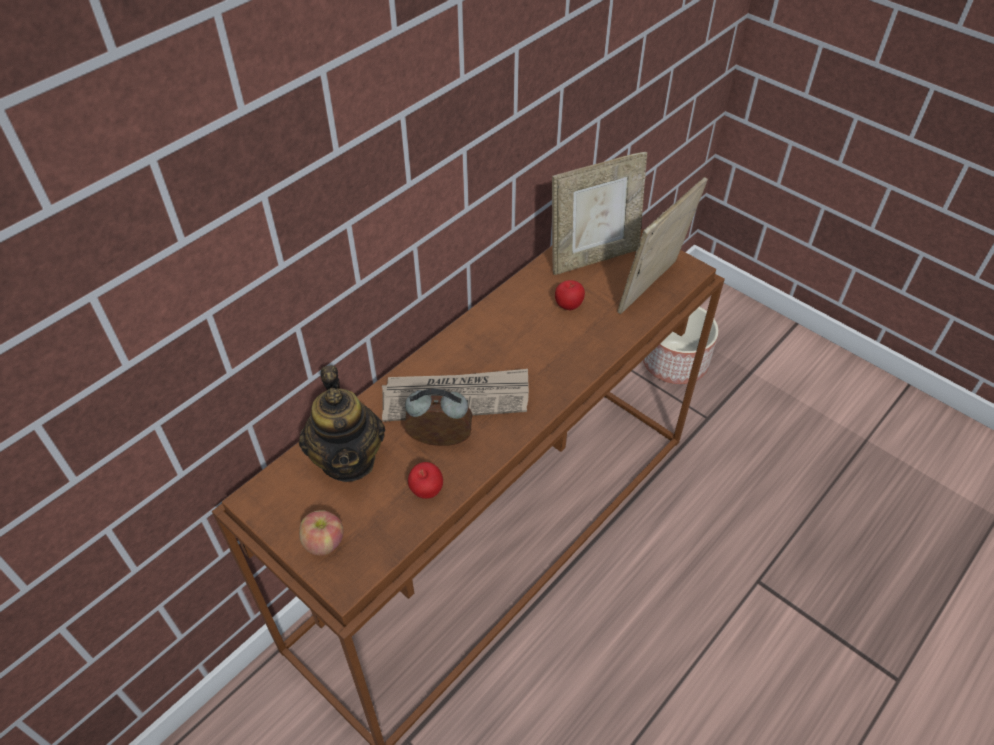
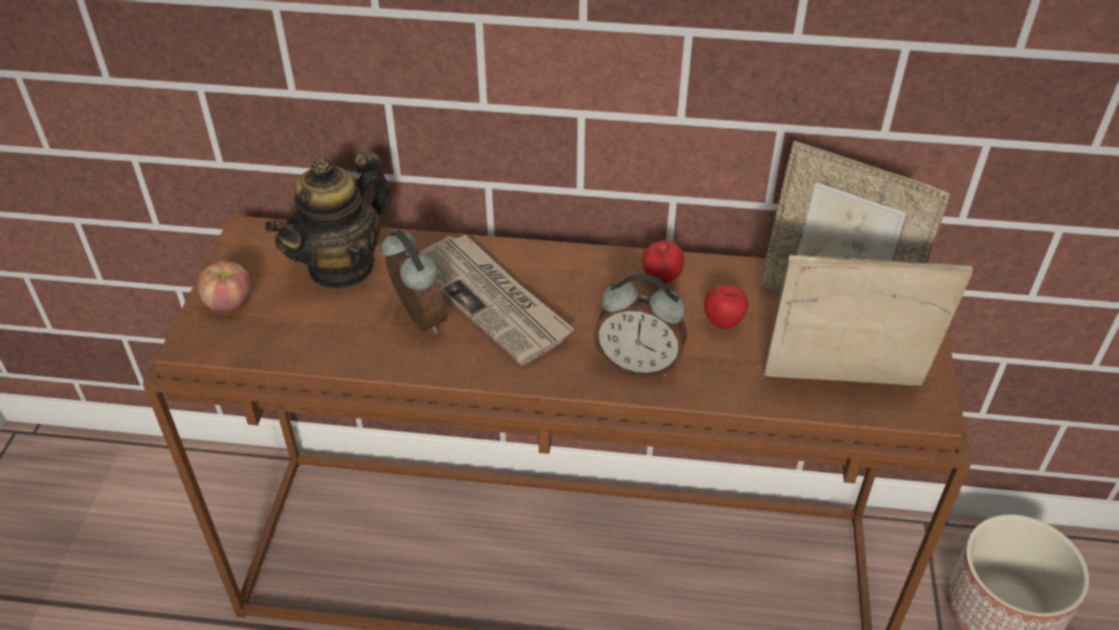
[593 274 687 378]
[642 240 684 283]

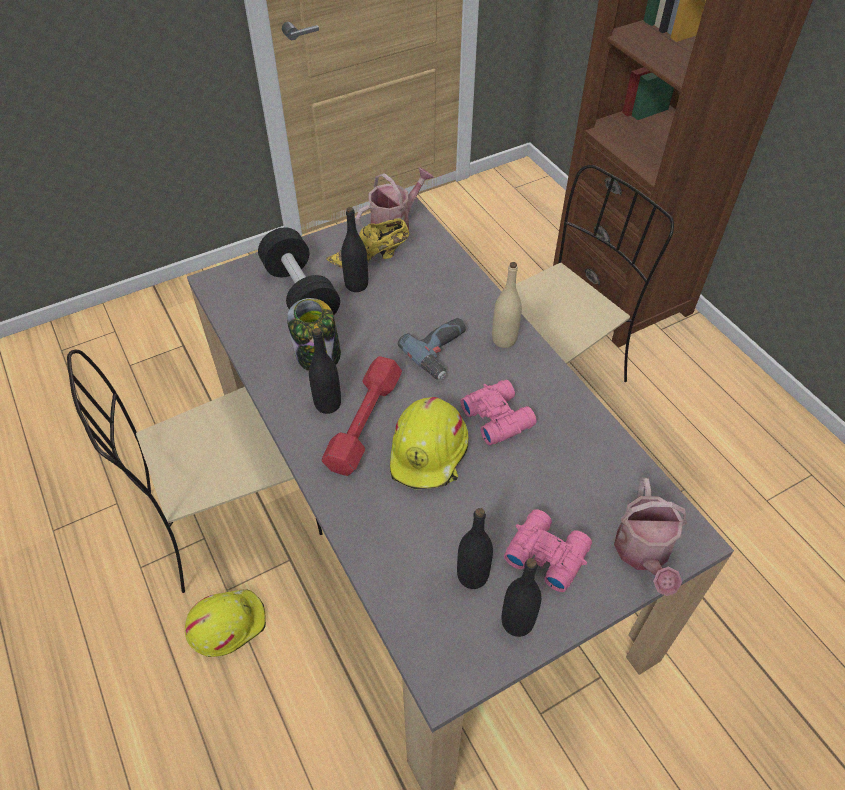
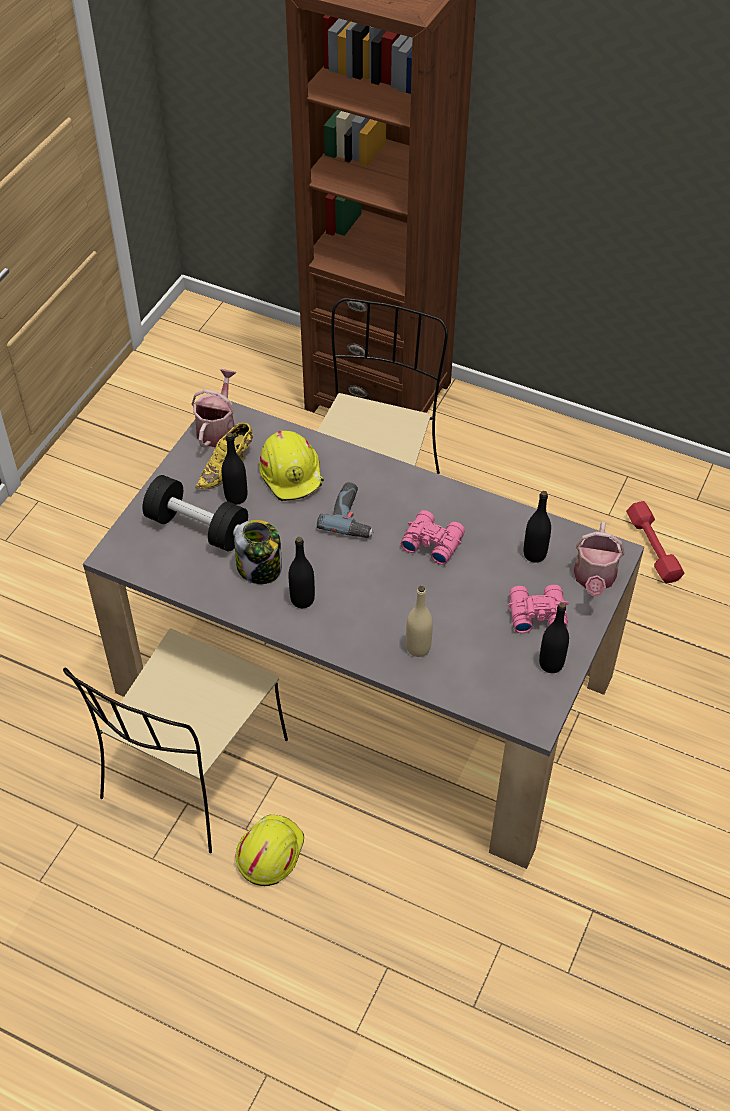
[626 501 685 584]
[259 431 324 501]
[524 491 551 563]
[406 586 433 657]
[573 522 625 597]

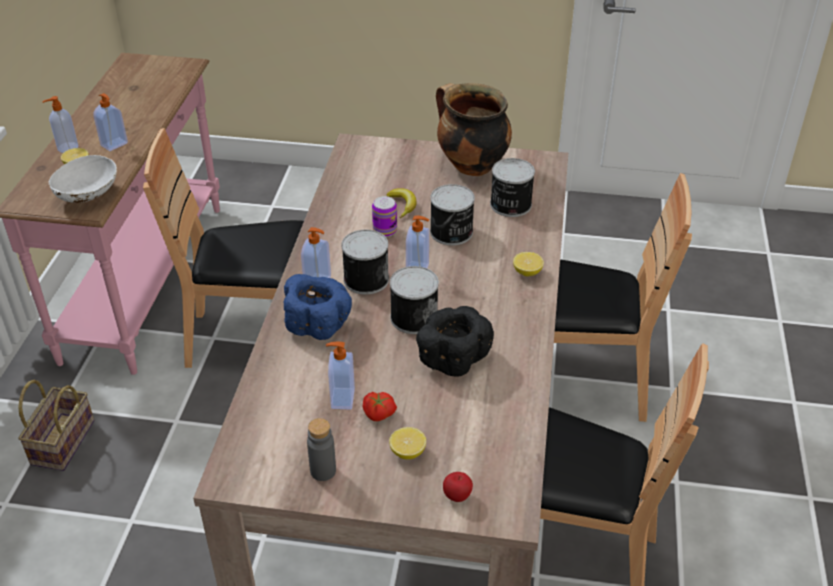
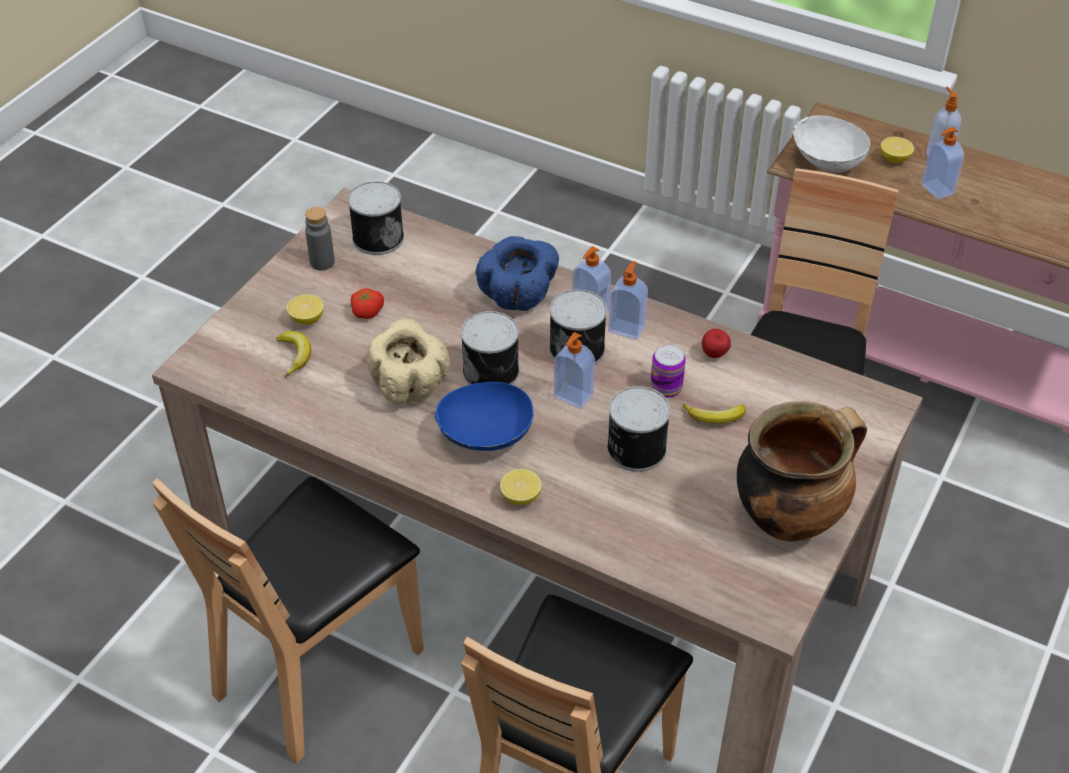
[18 379 94 471] (first image)
[276 331 311 377]
[435 382 534 451]
[608 261 648 340]
[702 329 731 358]
[348 181 404 255]
[367 319 450 405]

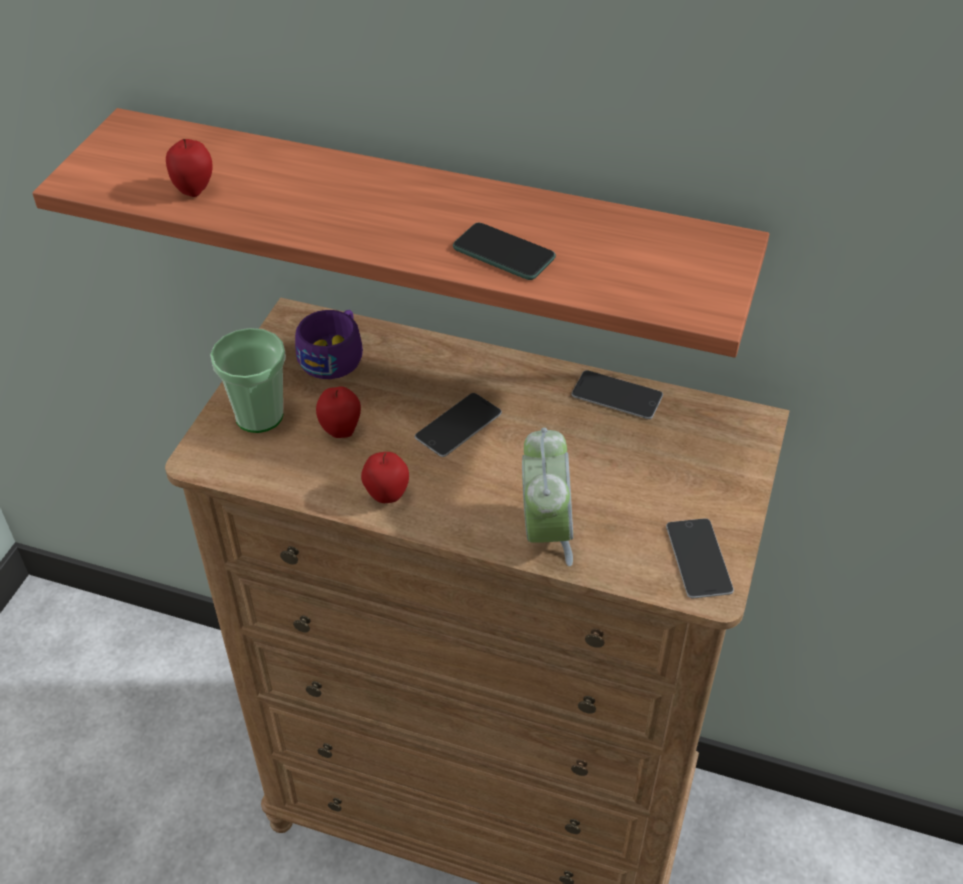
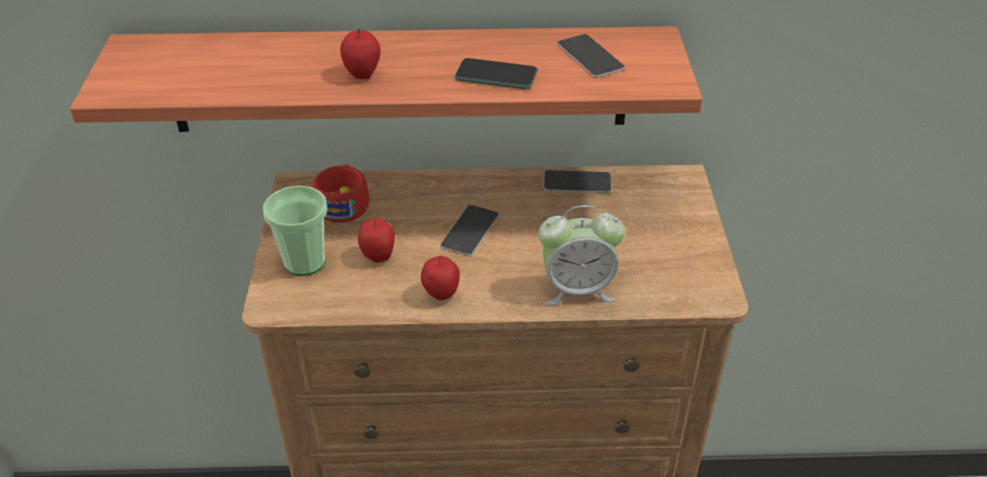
[340 29 381 79]
[557 34 625 78]
[313 165 370 223]
[538 205 625 305]

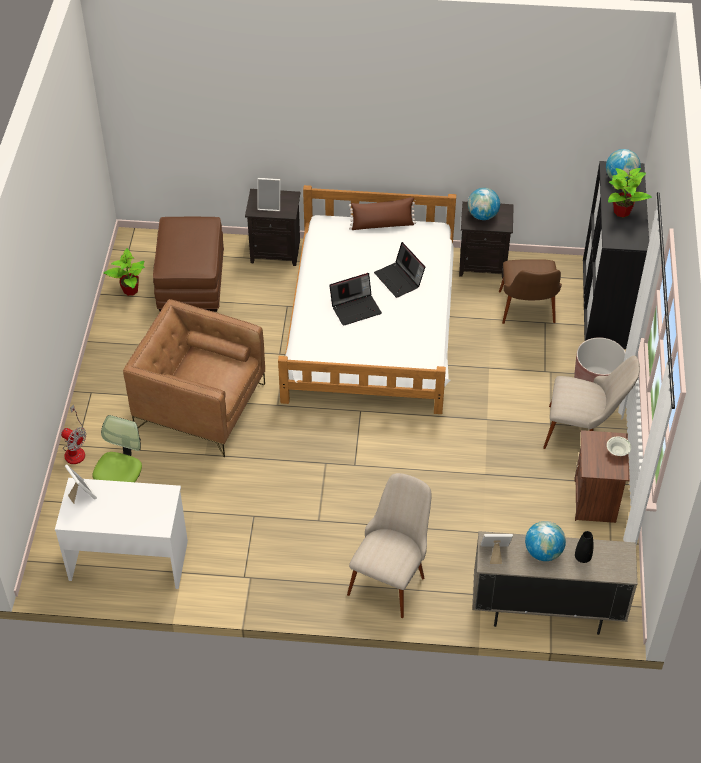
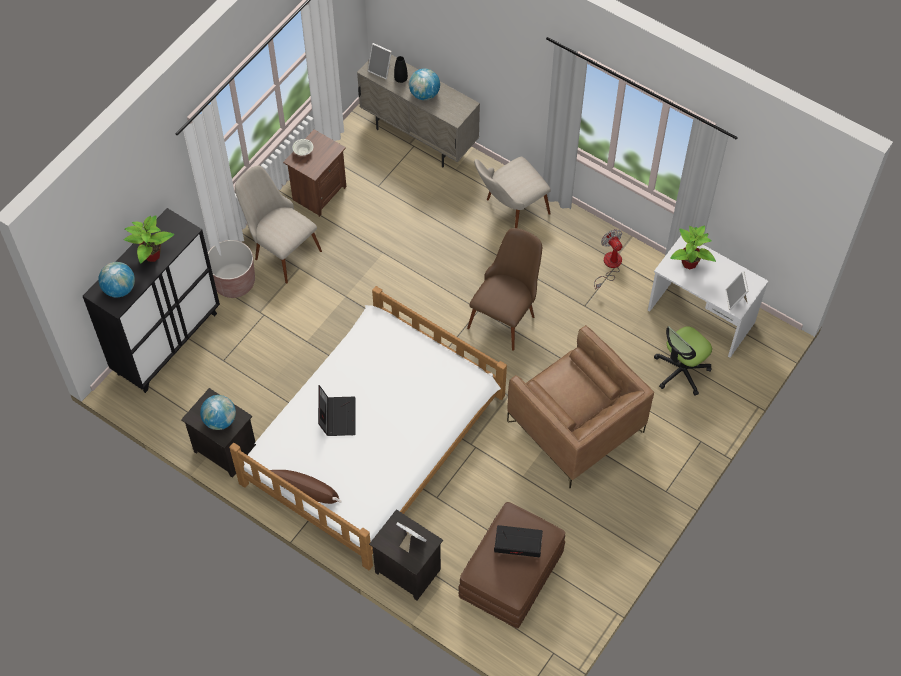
[594 229 623 289]
[670 225 716 269]
[494 525 543 557]
[368 43 392 80]
[467 228 542 351]

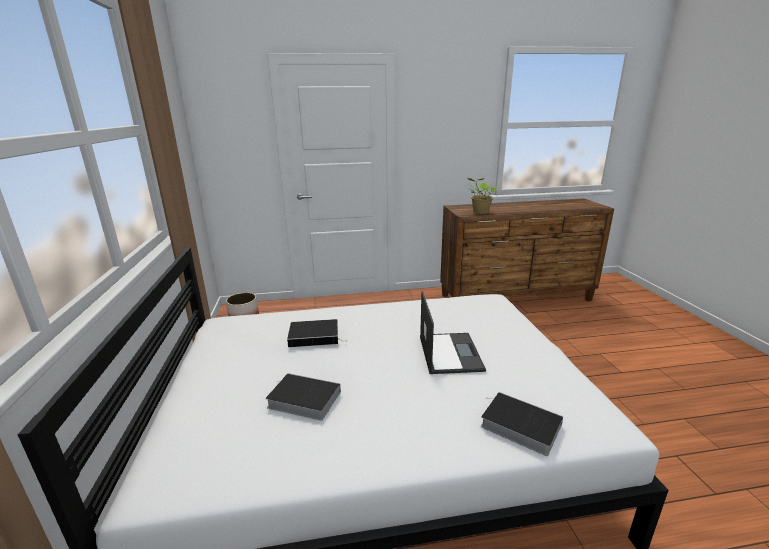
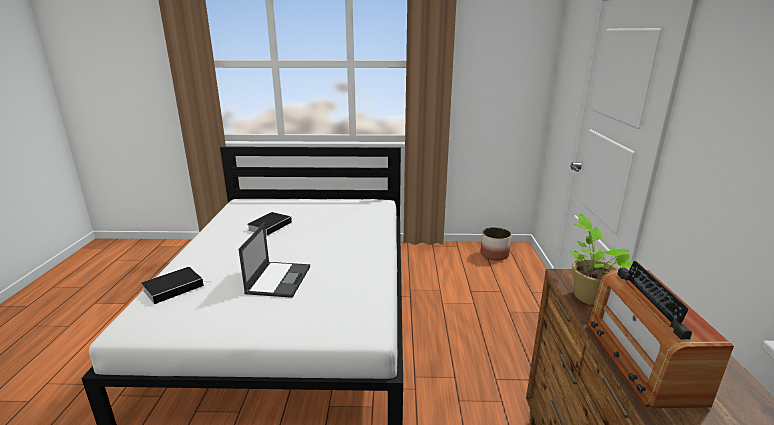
[287 319 346 347] (first image)
[587 261 734 408]
[239 223 310 298]

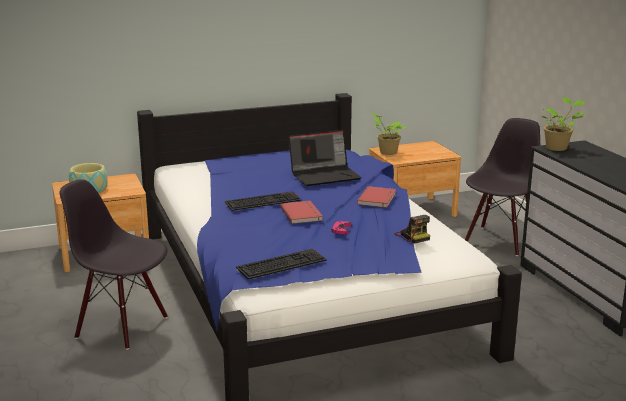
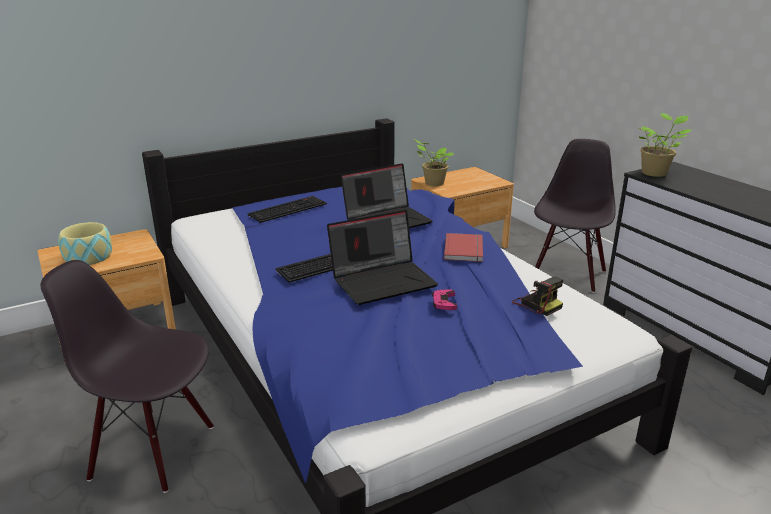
[247 196 327 223]
[327 210 438 305]

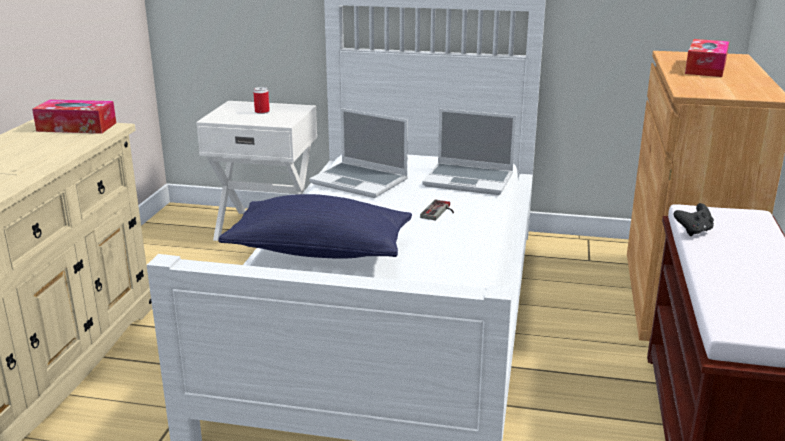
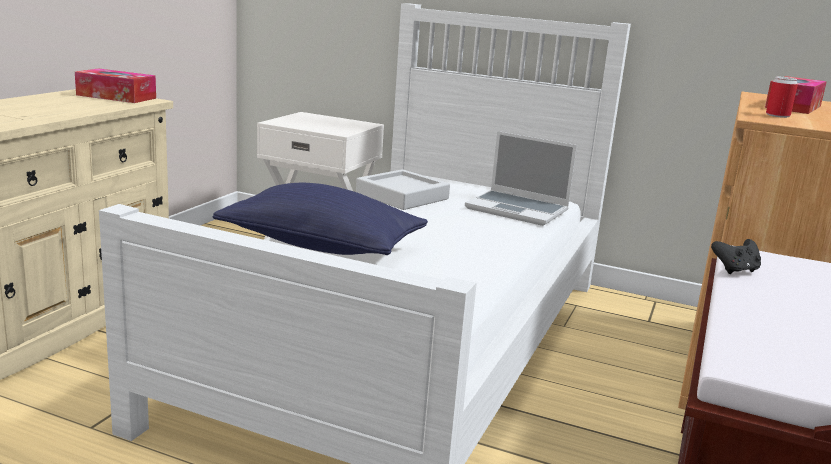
[420 199 454 220] (first image)
[766 77 798 118]
[356 169 450 210]

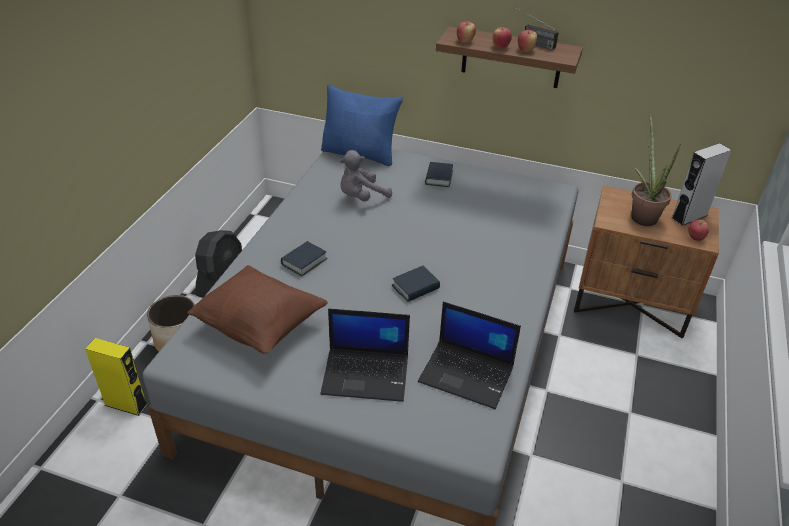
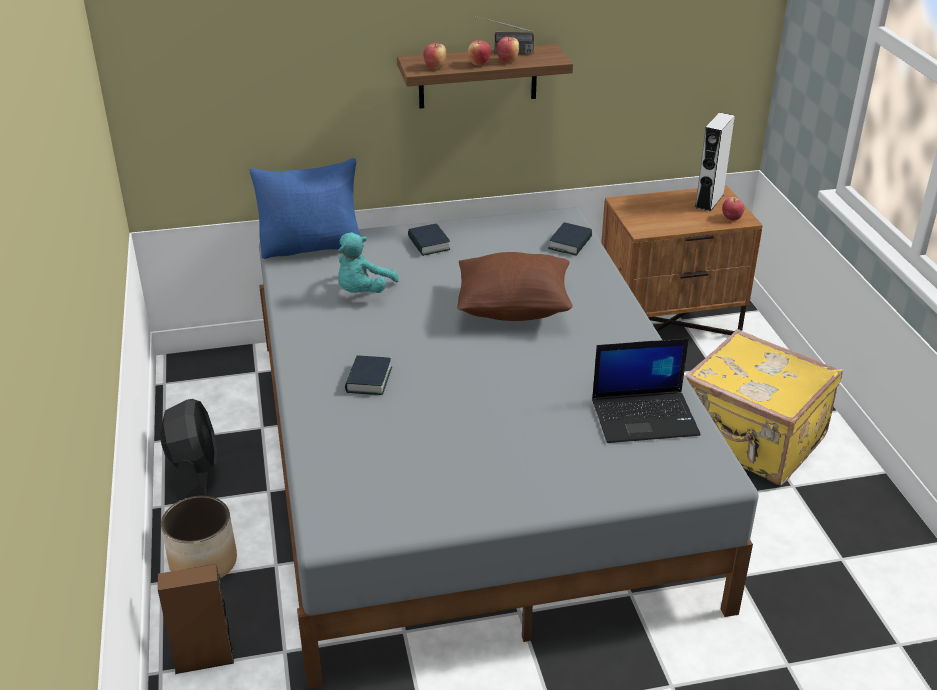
[321 309 410 402] (first image)
[631 112 681 226] (first image)
[685 329 842 485]
[457 252 573 321]
[548 222 592 256]
[158 564 234 674]
[338 232 399 293]

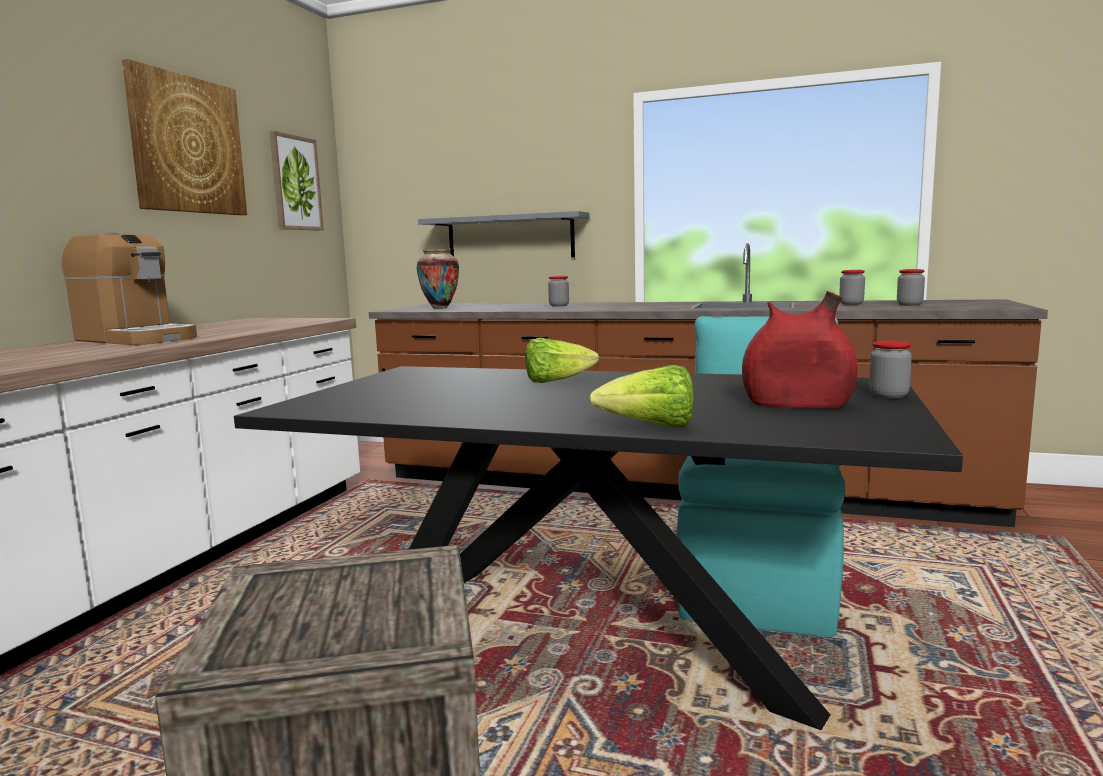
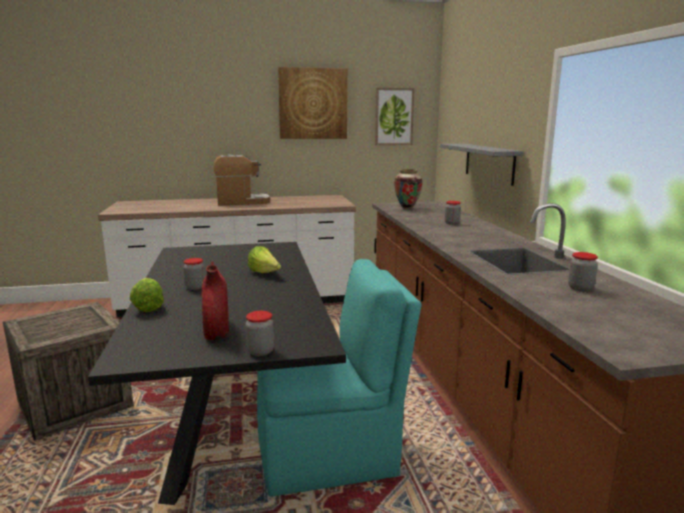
[183 258 205 290]
[214 154 270 206]

